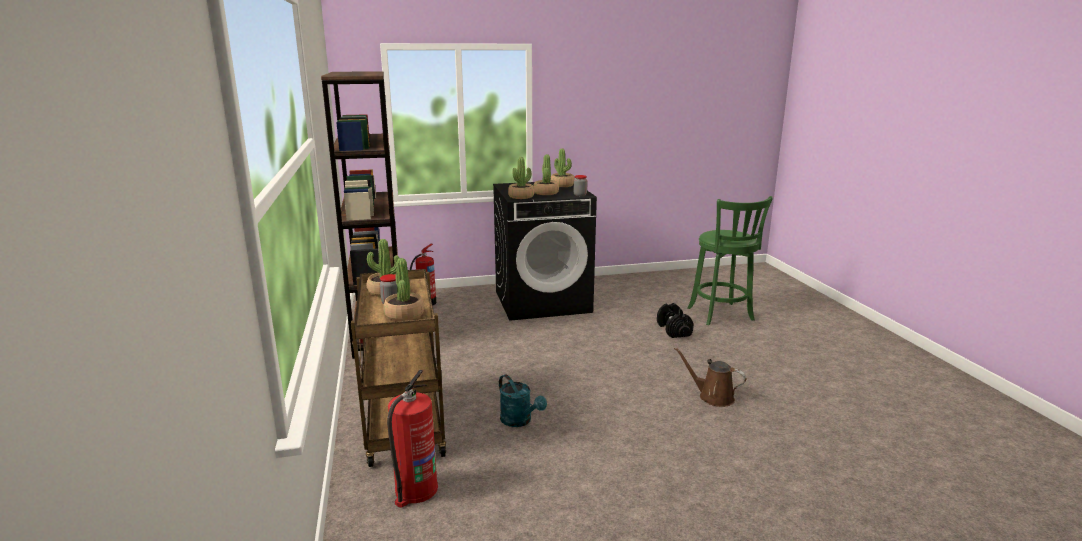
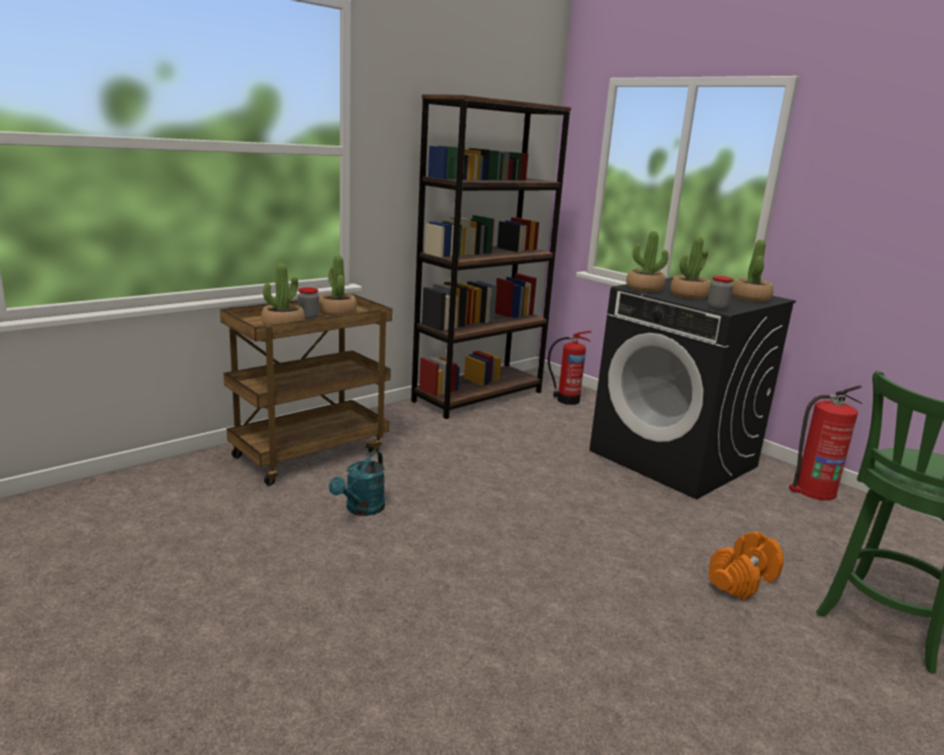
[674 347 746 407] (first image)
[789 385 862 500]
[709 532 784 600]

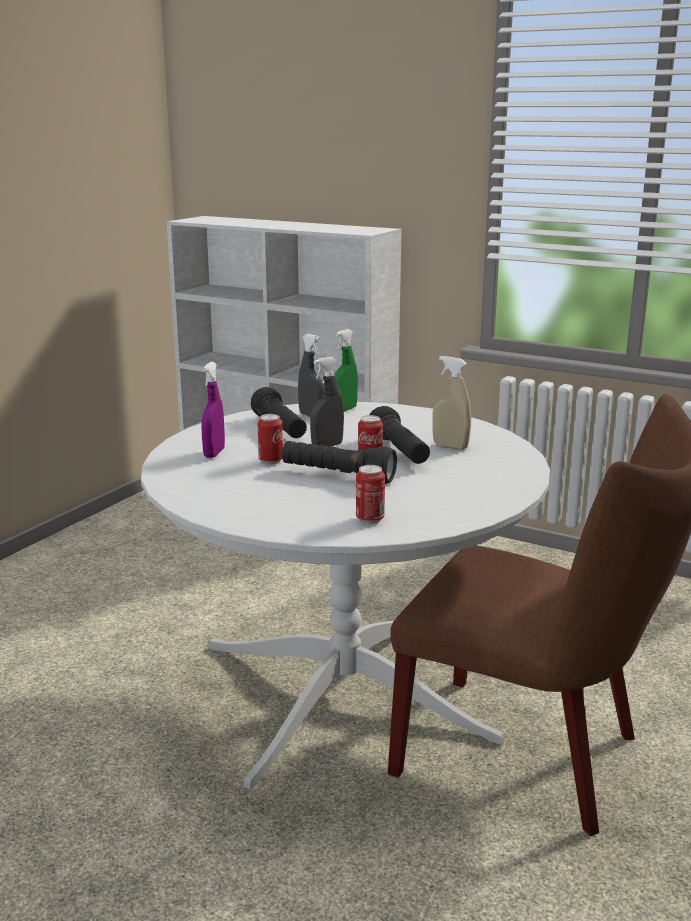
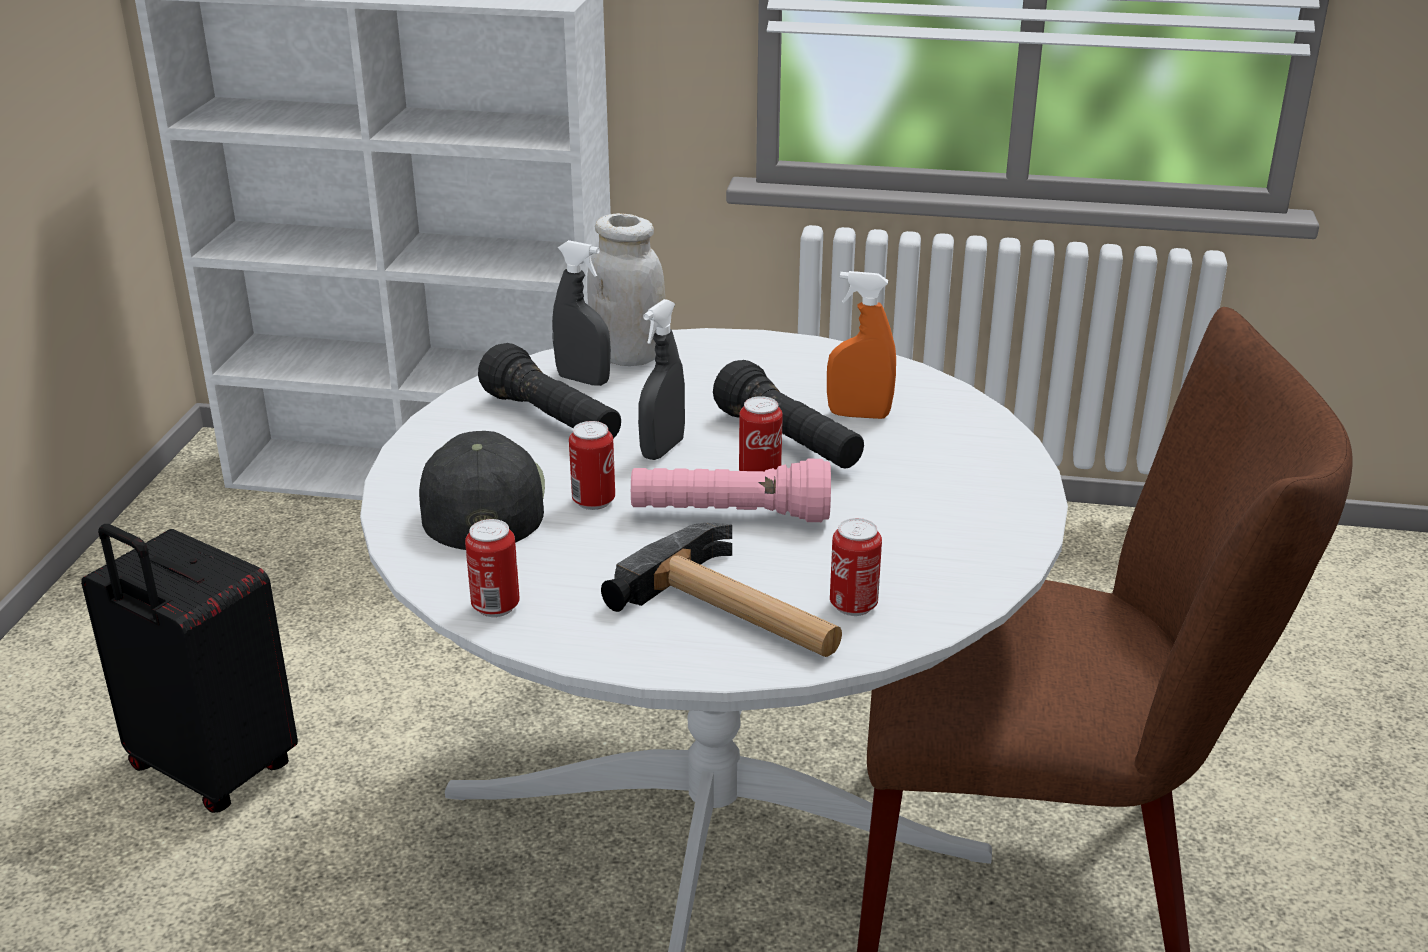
[81 524 298 813]
[465 519 520 617]
[601 523 842 657]
[419 431 545 550]
[587 213 665 366]
[631 459 831 522]
[827 271 896 419]

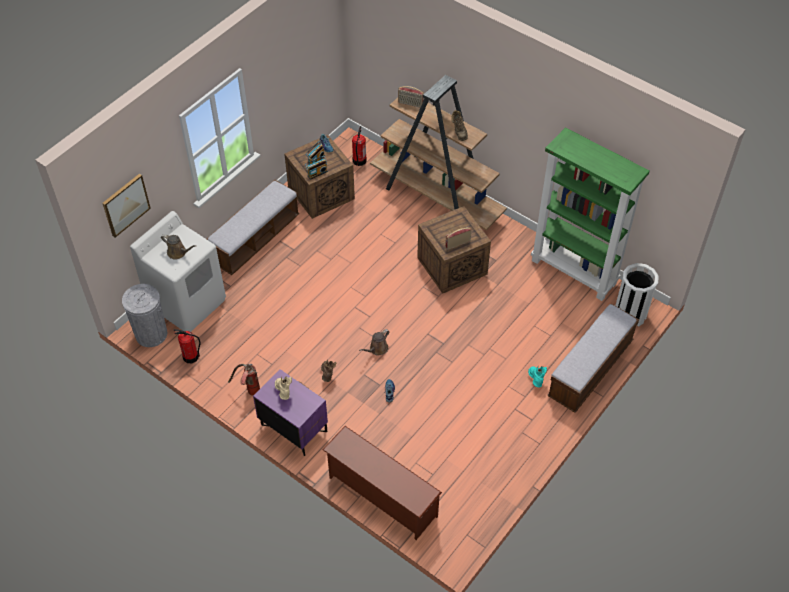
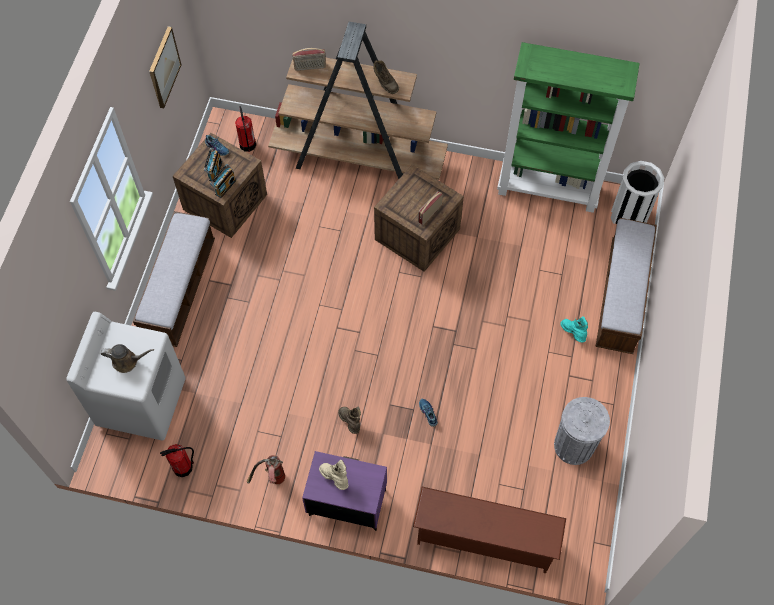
[359 329 389 356] (first image)
[149 26 182 108]
[554 397 610 465]

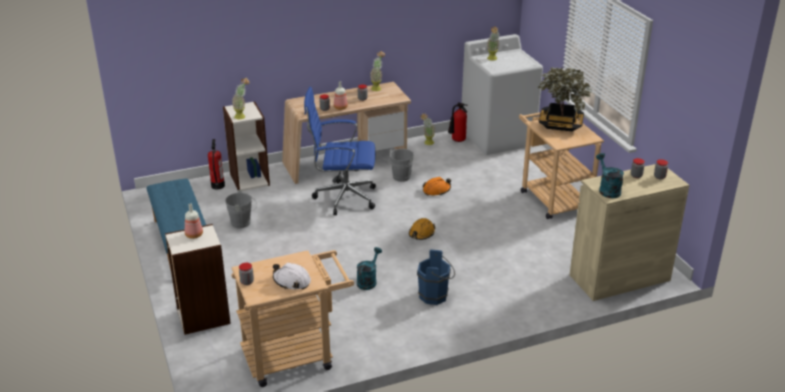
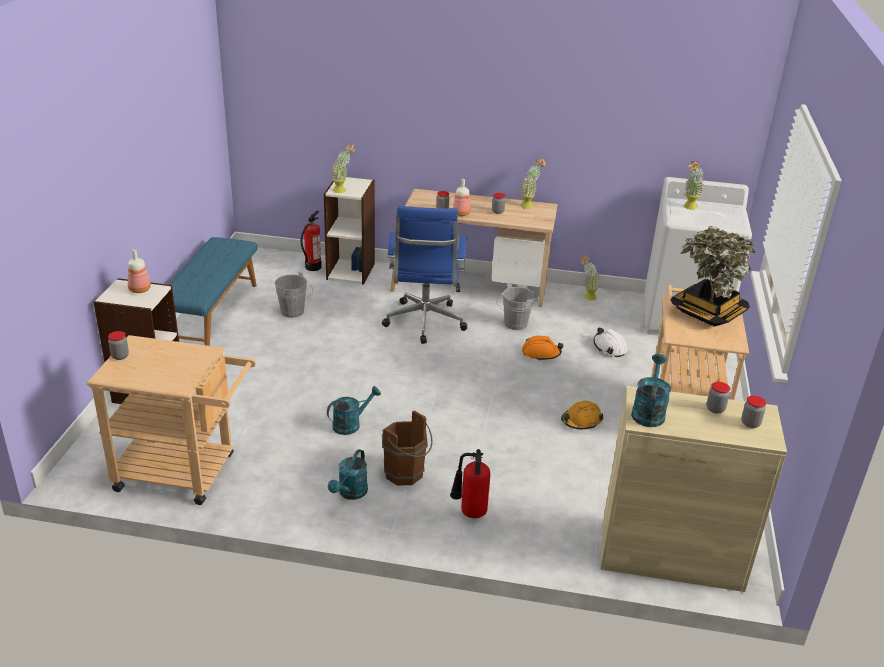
[328 449 368 500]
[594 328 627 357]
[561 401 603 429]
[450 449 490 518]
[382 411 433 485]
[382 206 467 344]

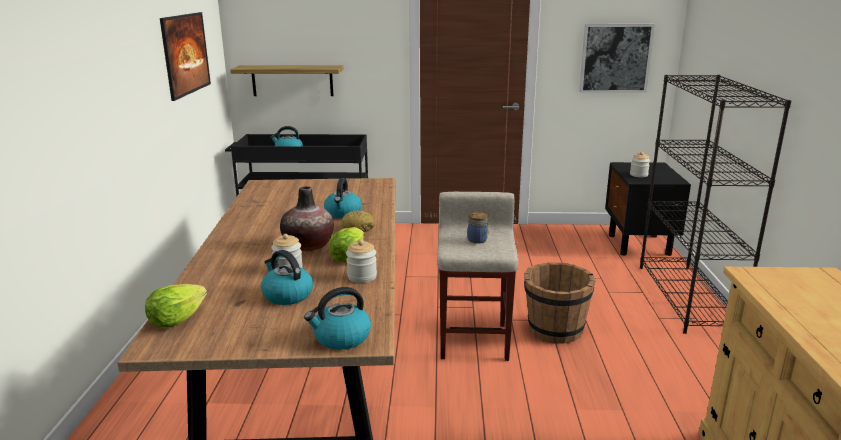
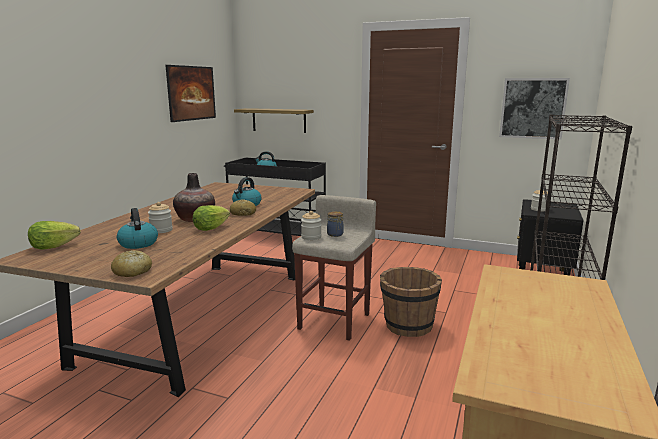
[301 211 321 240]
[111 250 152 277]

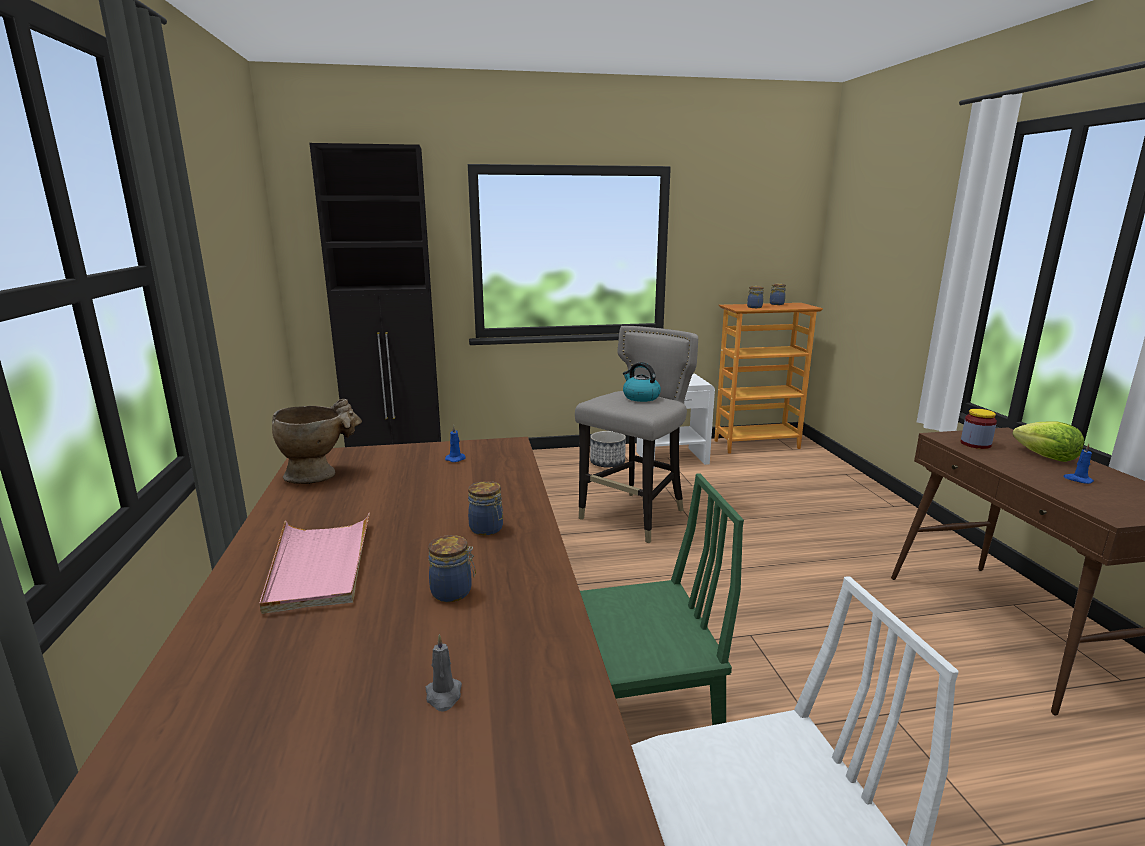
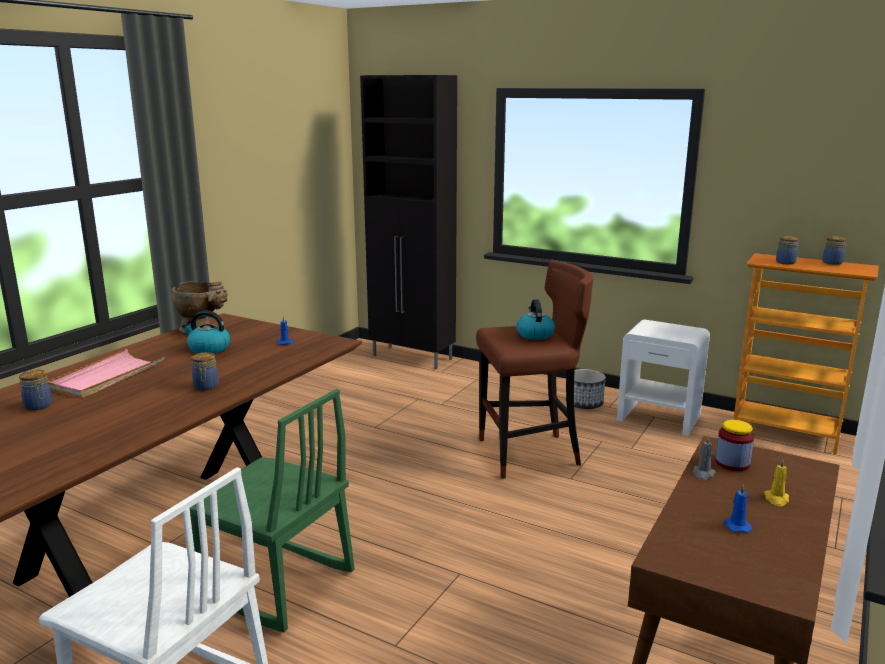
[182 311 230 354]
[693 435 716 480]
[19 370 52 410]
[764 459 789 507]
[476 260 594 479]

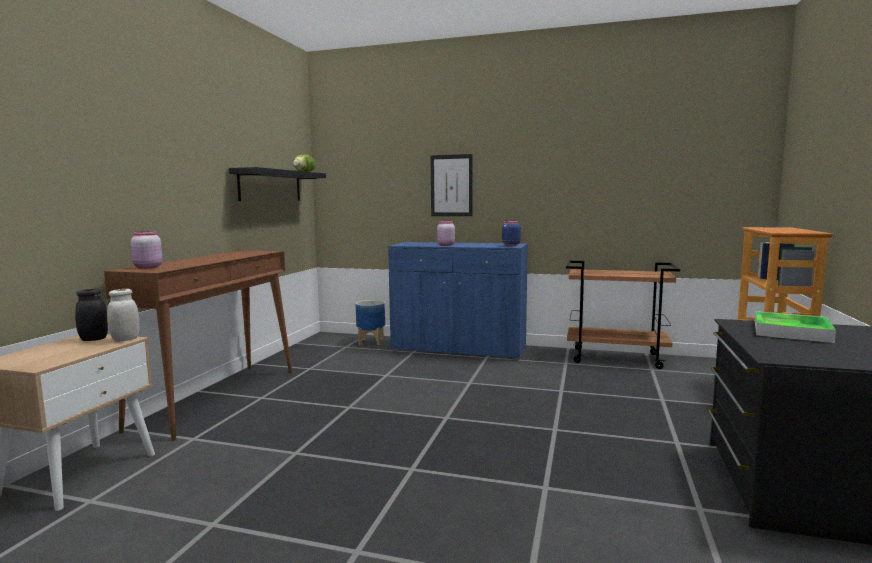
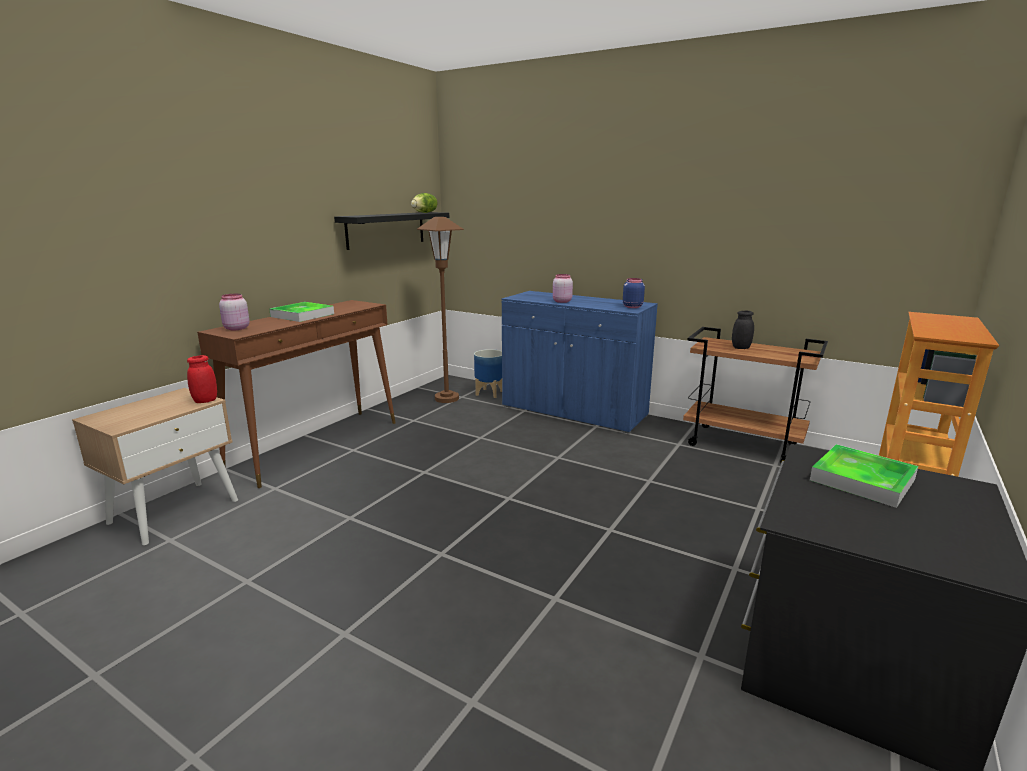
[431 154 473 216] (first image)
[269 302 334 322]
[417 217 464 403]
[732 311 754 349]
[187 355 217 403]

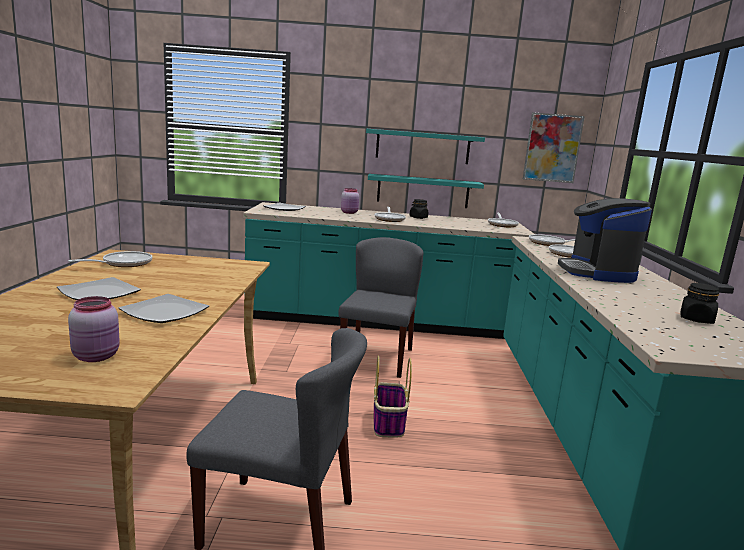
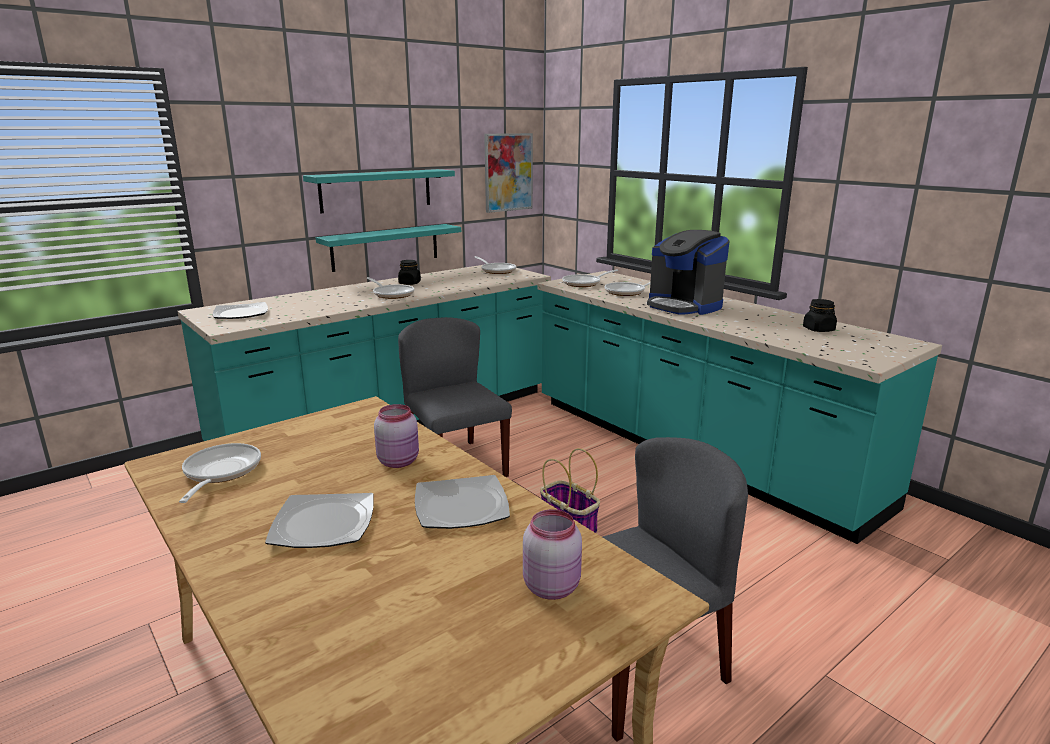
[374 404 419 468]

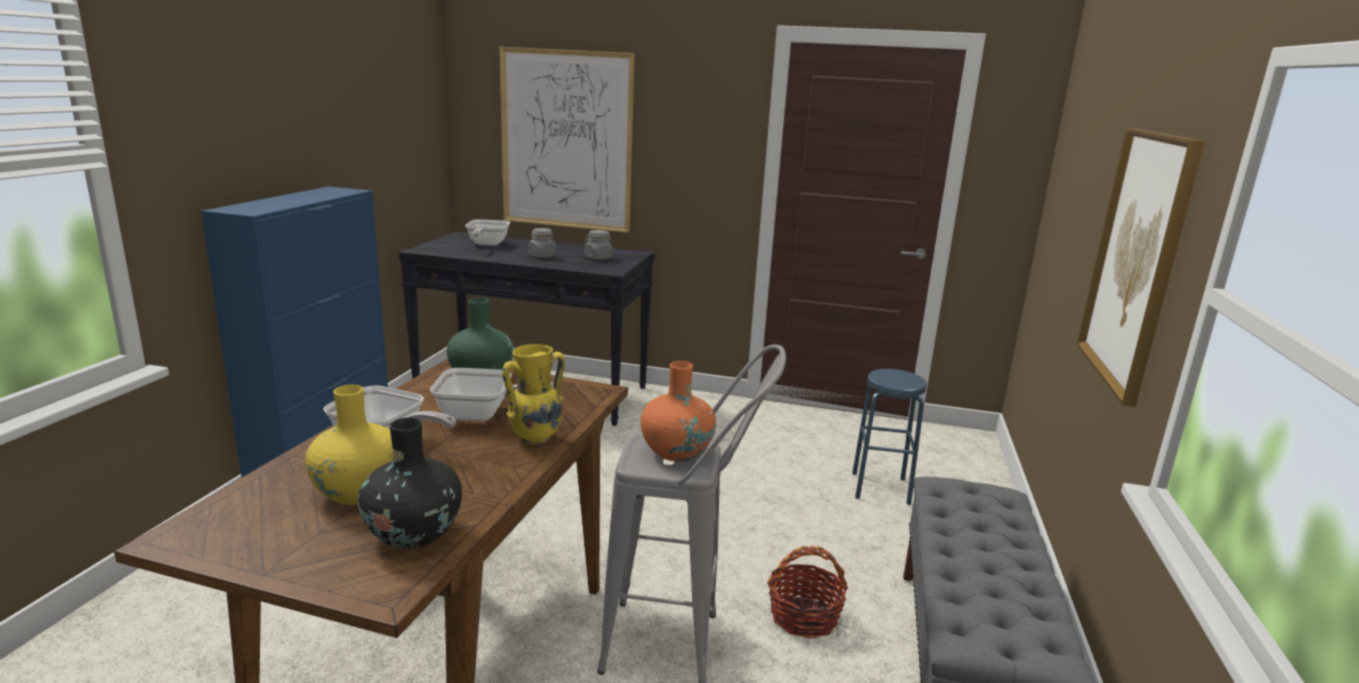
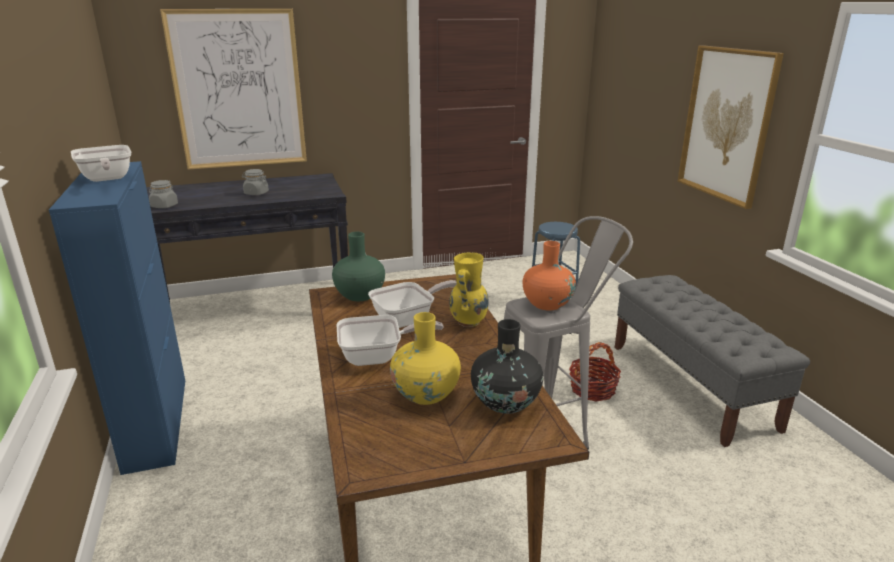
[71 145 131 182]
[149 180 178 208]

